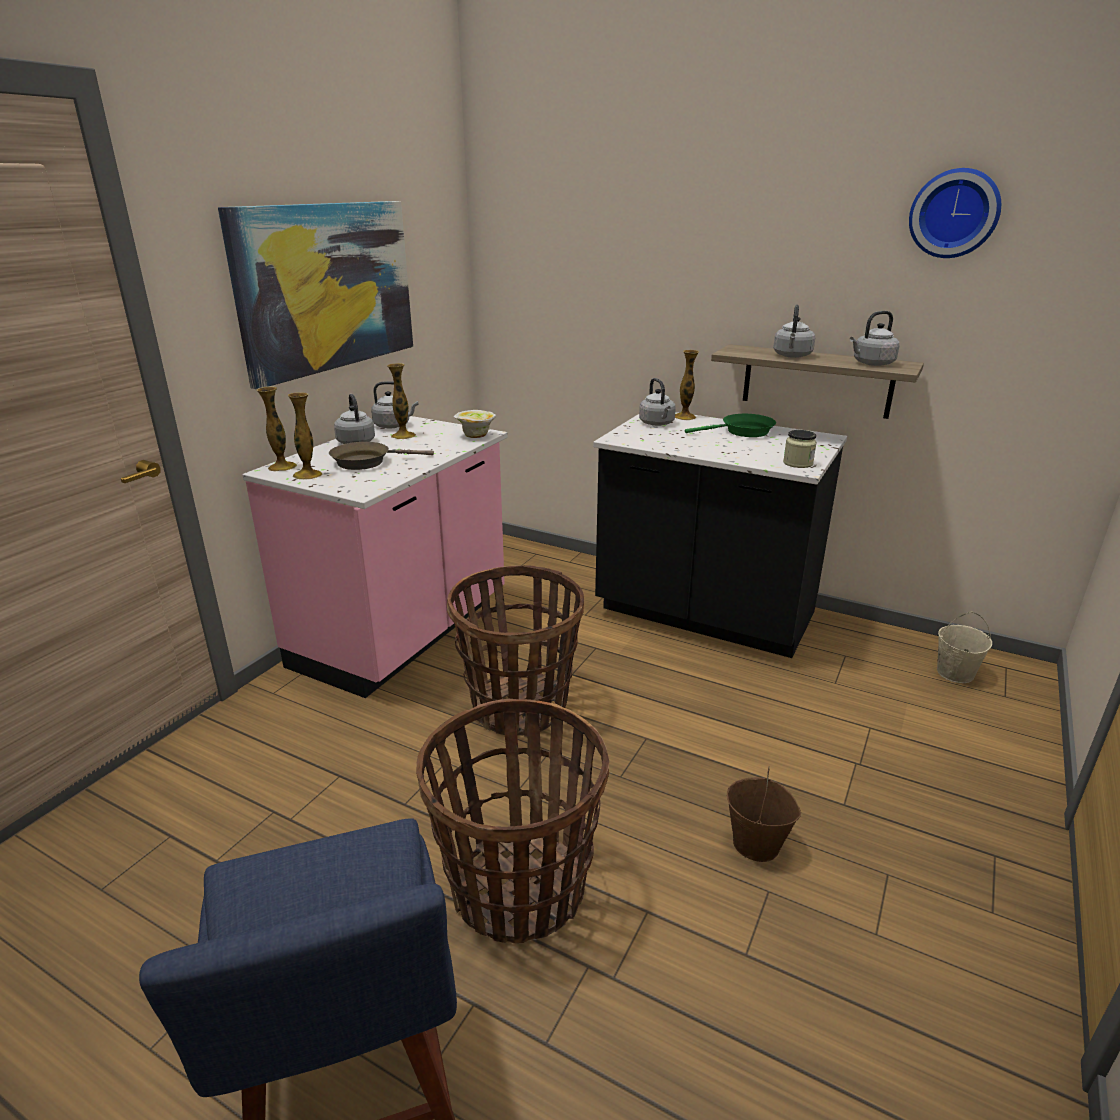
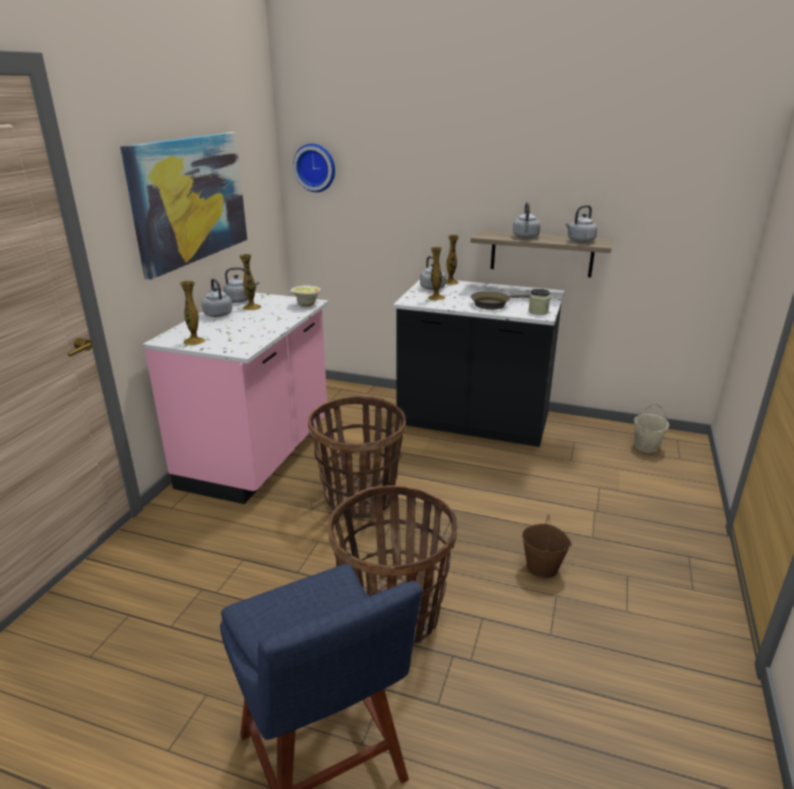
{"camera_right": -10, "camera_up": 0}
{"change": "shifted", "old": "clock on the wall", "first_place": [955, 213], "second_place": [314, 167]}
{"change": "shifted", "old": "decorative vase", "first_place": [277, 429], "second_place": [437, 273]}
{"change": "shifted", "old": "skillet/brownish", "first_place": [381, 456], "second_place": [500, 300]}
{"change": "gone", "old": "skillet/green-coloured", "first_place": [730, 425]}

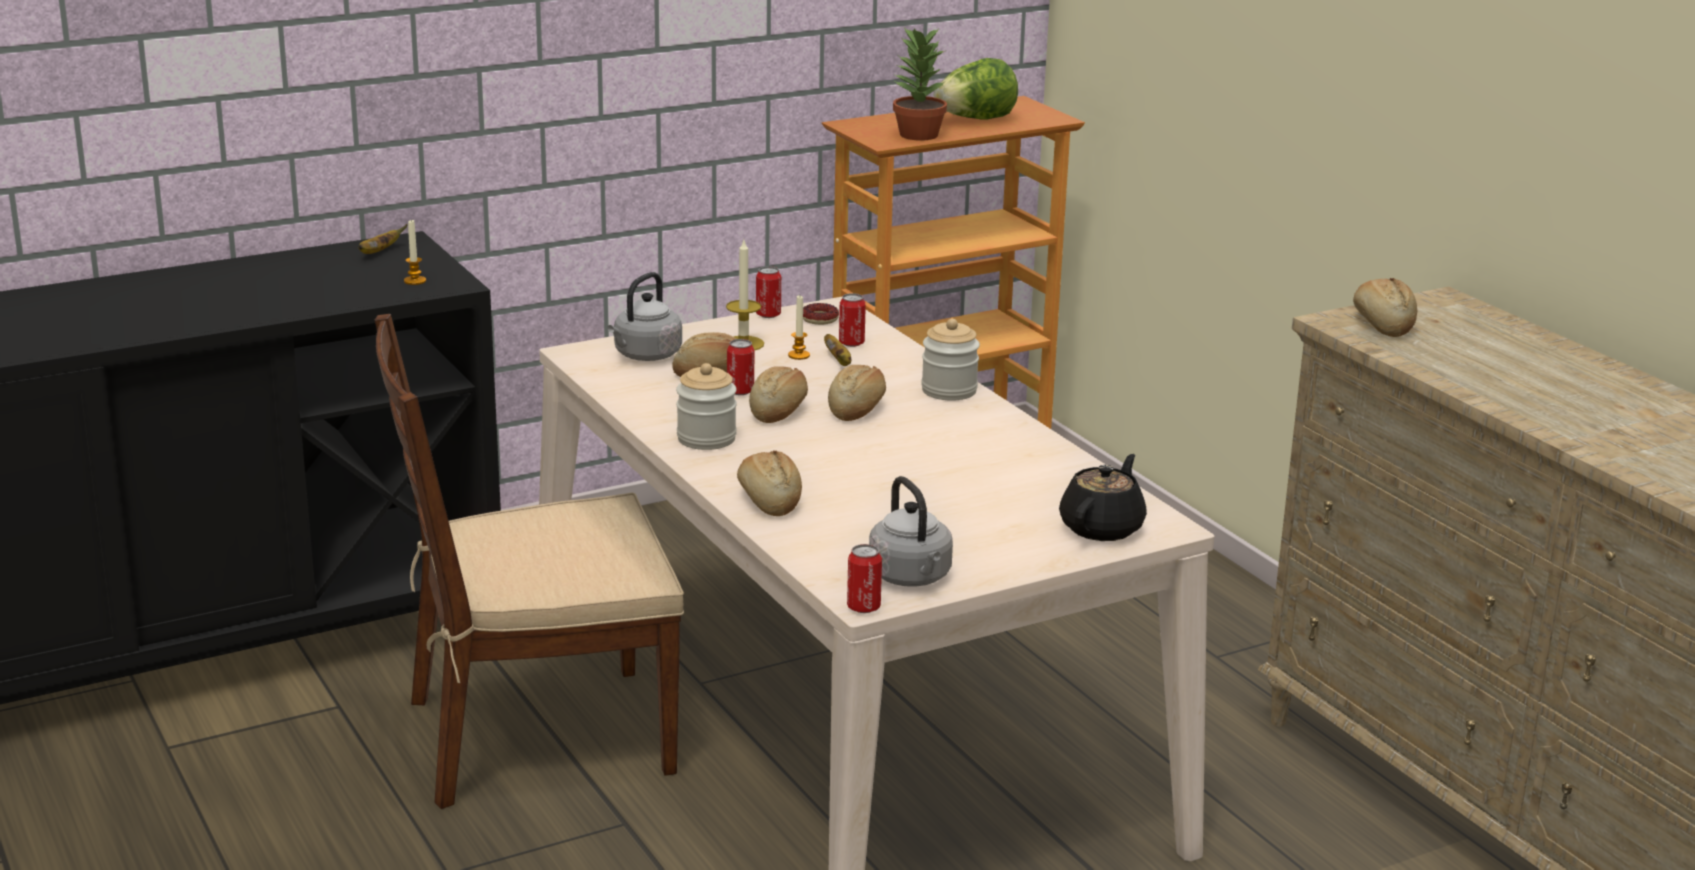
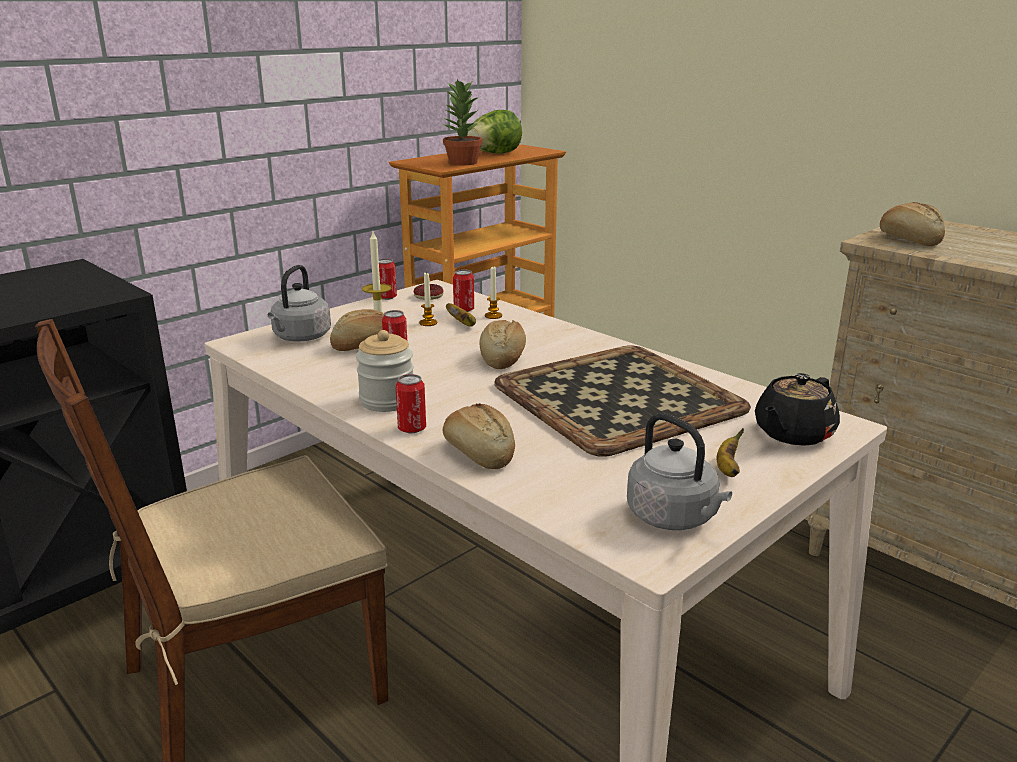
{"camera_right": -15, "camera_up": 0}
{"change": "shifted", "old": "metal can", "first_place": [864, 578], "second_place": [411, 403]}
{"change": "shifted", "old": "wax candle", "first_place": [415, 252], "second_place": [493, 293]}
{"change": "new", "new": "tray", "second_place": [622, 401]}
{"change": "shifted", "old": "banana fruit", "first_place": [383, 239], "second_place": [730, 452]}
{"change": "rotated", "old": "pot for tea/black-coloured", "first_place": [1103, 497], "second_place": [797, 409], "degrees": -150}
{"change": "gone", "old": "bakery bread", "first_place": [778, 394]}
{"change": "gone", "old": "storage jar", "first_place": [950, 359]}

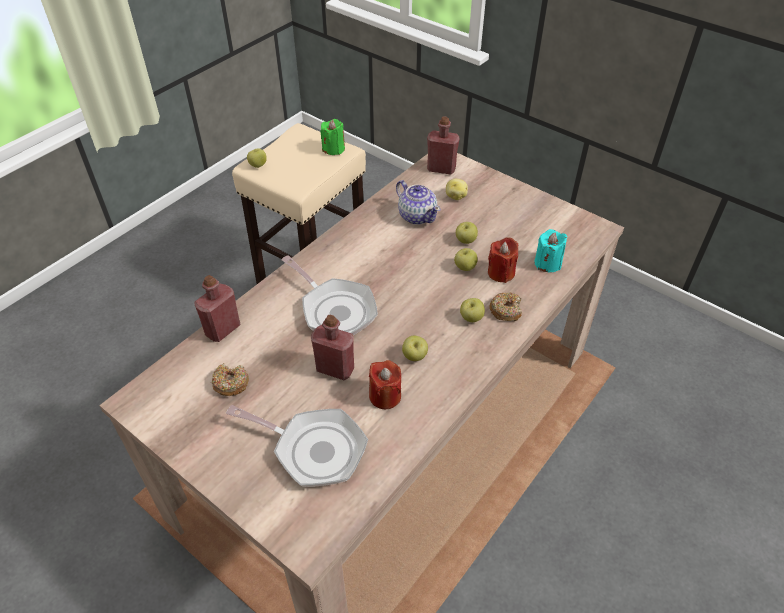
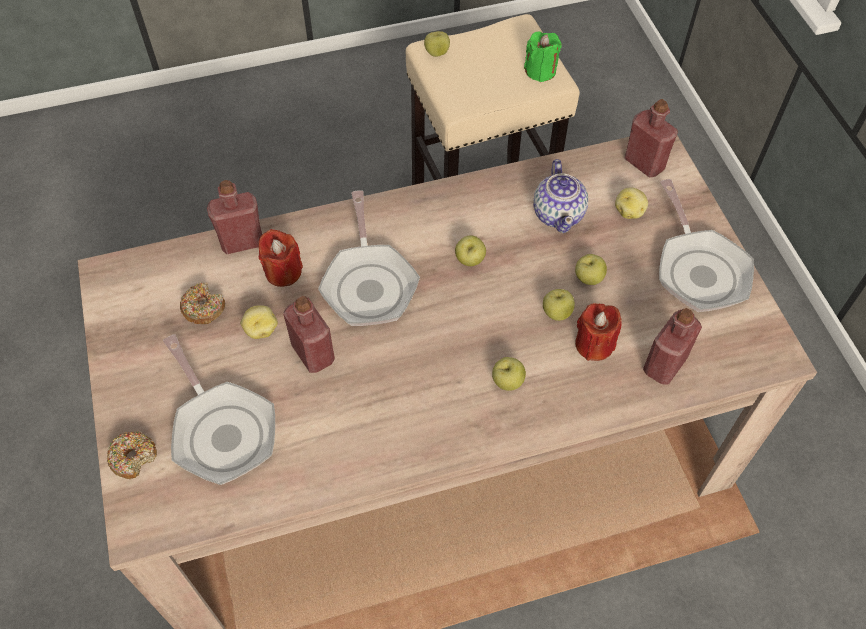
{"camera_right": 35, "camera_up": 10}
{"change": "shifted", "old": "ring doughnut", "first_place": [506, 306], "second_place": [132, 455]}
{"change": "new", "new": "potato", "second_place": [259, 322]}
{"change": "shifted", "old": "wax candle/red-coloured", "first_place": [385, 384], "second_place": [281, 258]}
{"change": "shifted", "old": "whole apple", "first_place": [415, 348], "second_place": [470, 250]}
{"change": "swapped", "old": "wax candle/turquoise", "new": "beverage bottle/red-coloured", "first_place": [550, 251], "second_place": [672, 346]}
{"change": "new", "new": "skillet", "second_place": [706, 245]}

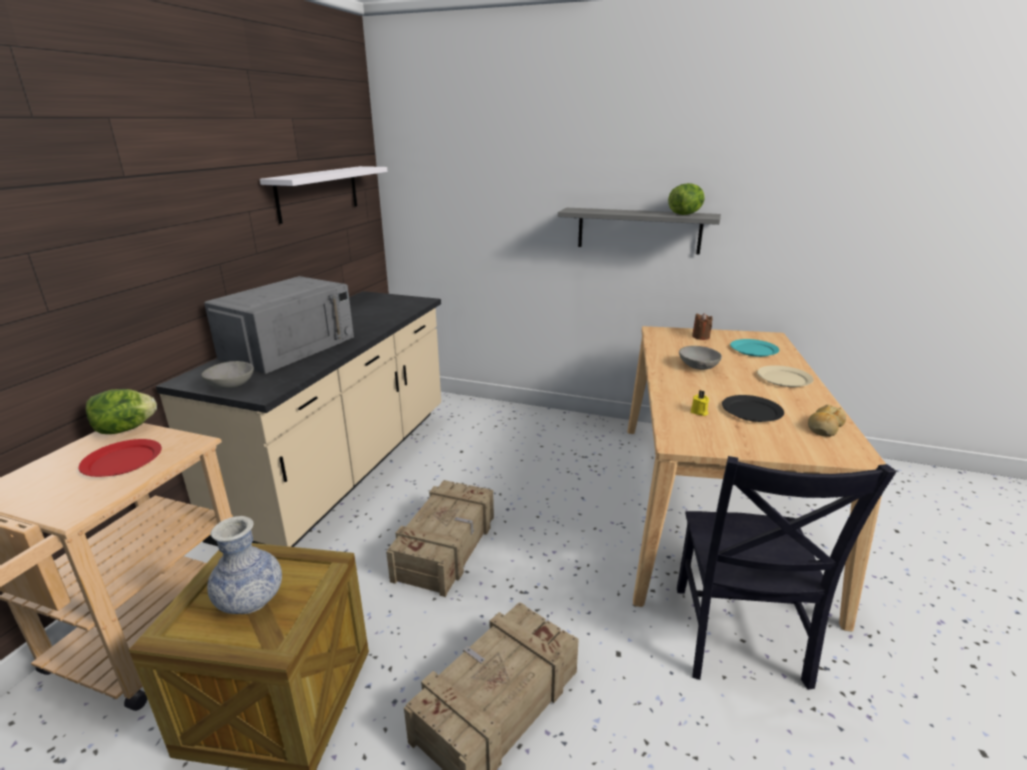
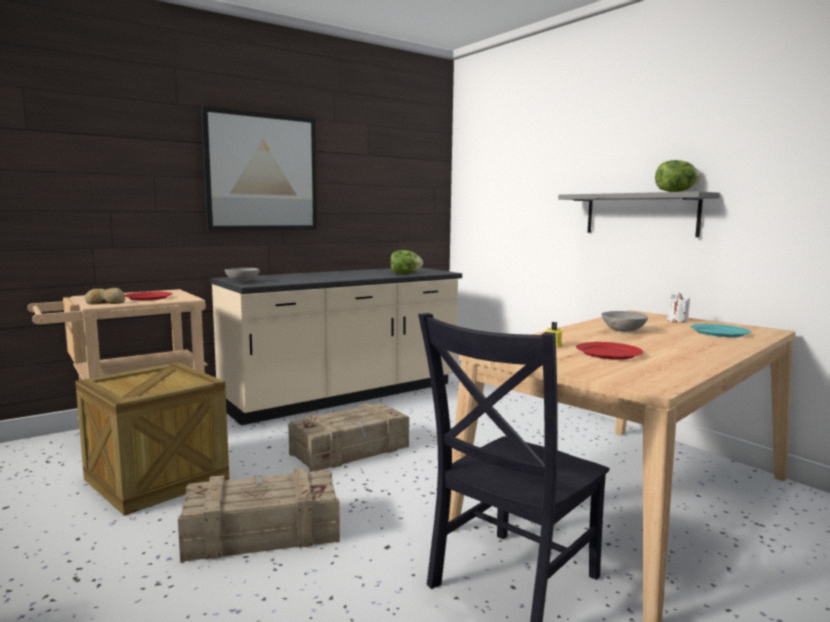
{"camera_right": 35, "camera_up": -15}
{"change": "shifted", "old": "bakery bread", "first_place": [827, 421], "second_place": [104, 296]}
{"change": "new", "new": "wall picture", "second_place": [259, 168]}
{"change": "shifted", "old": "lettuce head", "first_place": [121, 411], "second_place": [406, 262]}
{"change": "repainted", "old": "plate/black-coloured", "new": "plate/red-coloured", "first_place": [753, 408], "second_place": [609, 351]}
{"change": "repainted", "old": "wax candle/brownish", "new": "wax candle/white-coloured", "first_place": [702, 326], "second_place": [678, 308]}
{"change": "gone", "old": "microwave oven/grey", "first_place": [279, 325]}
{"change": "gone", "old": "decorative vase", "first_place": [244, 565]}
{"change": "gone", "old": "bracket shelf/white-coloured", "first_place": [323, 195]}
{"change": "gone", "old": "plate/sand-coloured", "first_place": [785, 376]}

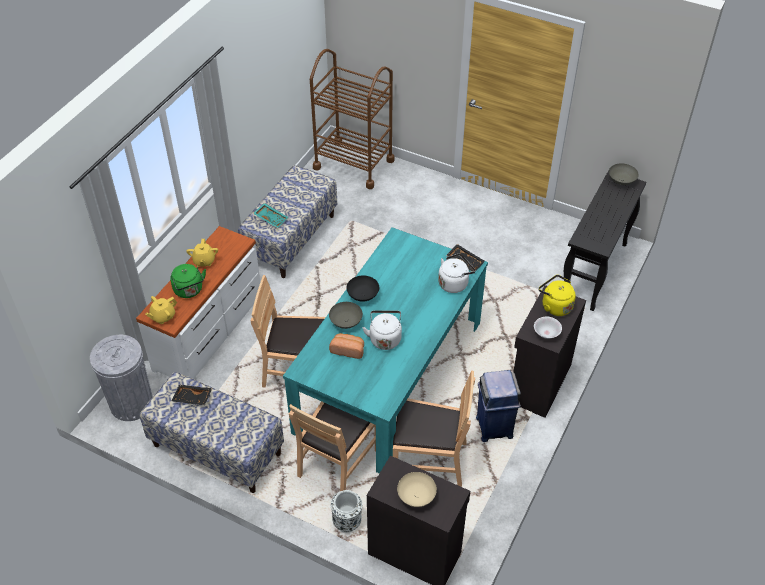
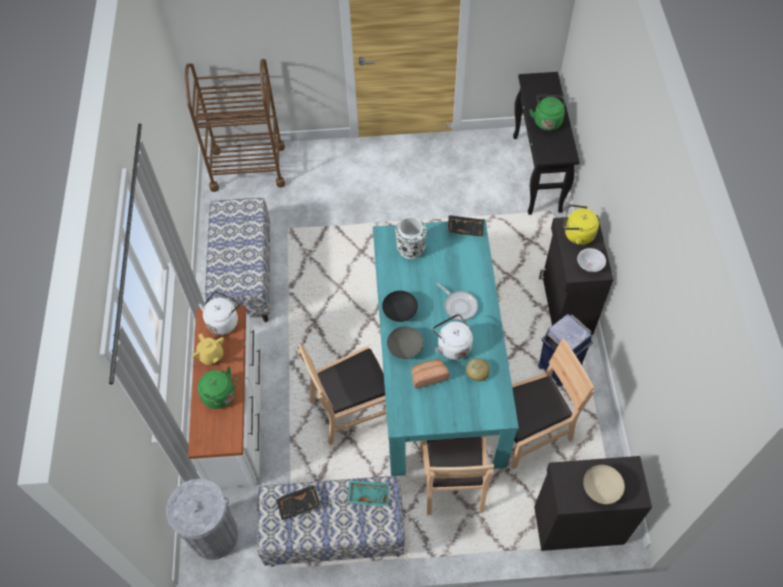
{"camera_right": -30, "camera_up": 10}
{"change": "shifted", "old": "tea kettle/white-coloured", "first_place": [457, 273], "second_place": [219, 313]}
{"change": "shifted", "old": "tray/turquoise", "first_place": [271, 215], "second_place": [368, 493]}
{"change": "shifted", "old": "decorative vase/white-coloured", "first_place": [346, 511], "second_place": [411, 237]}
{"change": "new", "new": "skillet", "second_place": [457, 301]}
{"change": "new", "new": "bakery bread", "second_place": [478, 369]}
{"change": "new", "new": "tea kettle/green-coloured", "second_place": [547, 113]}
{"change": "gone", "old": "pot for tea/yellow-coloured", "first_place": [161, 310]}
{"change": "gone", "old": "serving bowl/grey", "first_place": [624, 174]}

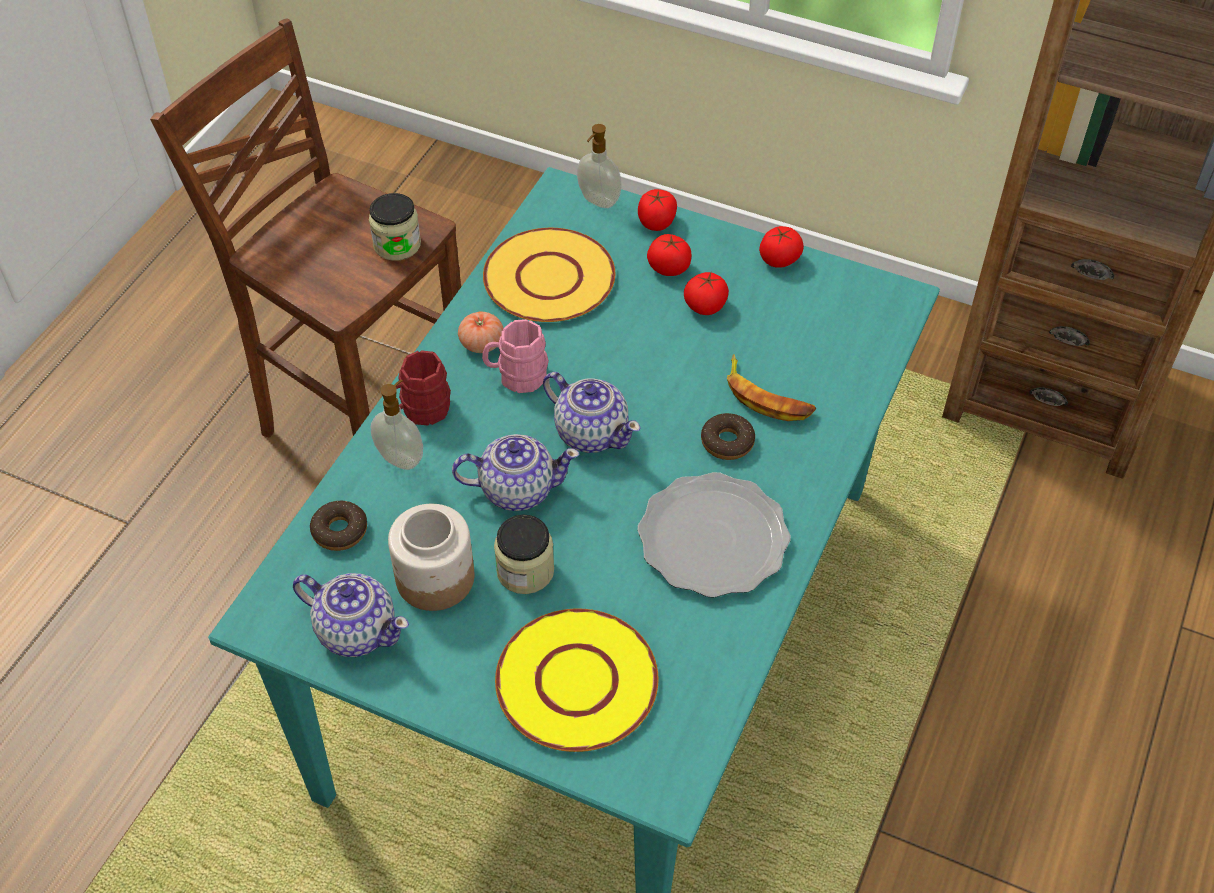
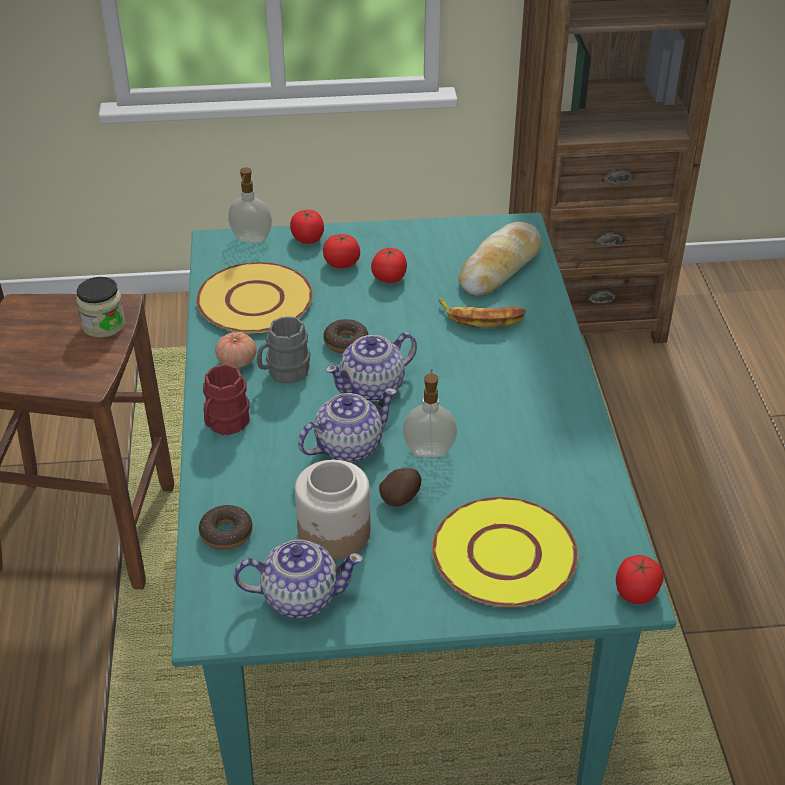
{"camera_right": -30, "camera_up": -10}
{"change": "repainted", "old": "mug/pinkish", "new": "mug/grey", "first_place": [515, 356], "second_place": [284, 350]}
{"change": "shifted", "old": "ring doughnut", "first_place": [728, 436], "second_place": [345, 336]}
{"change": "rotated", "old": "pot for tea", "first_place": [592, 412], "second_place": [371, 366], "degrees": 135}
{"change": "swapped", "old": "storage jar", "new": "potato", "first_place": [524, 554], "second_place": [400, 487]}
{"change": "shifted", "old": "soap dispenser", "first_place": [397, 424], "second_place": [430, 413]}
{"change": "new", "new": "bakery bread", "second_place": [499, 259]}
{"change": "shifted", "old": "tomato", "first_place": [781, 247], "second_place": [640, 579]}
{"change": "gone", "old": "plate", "first_place": [714, 535]}

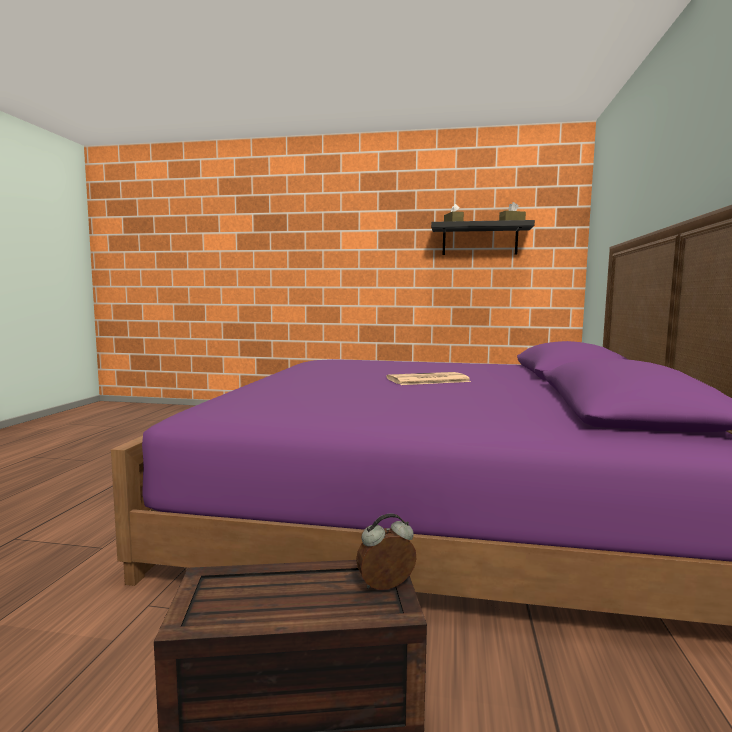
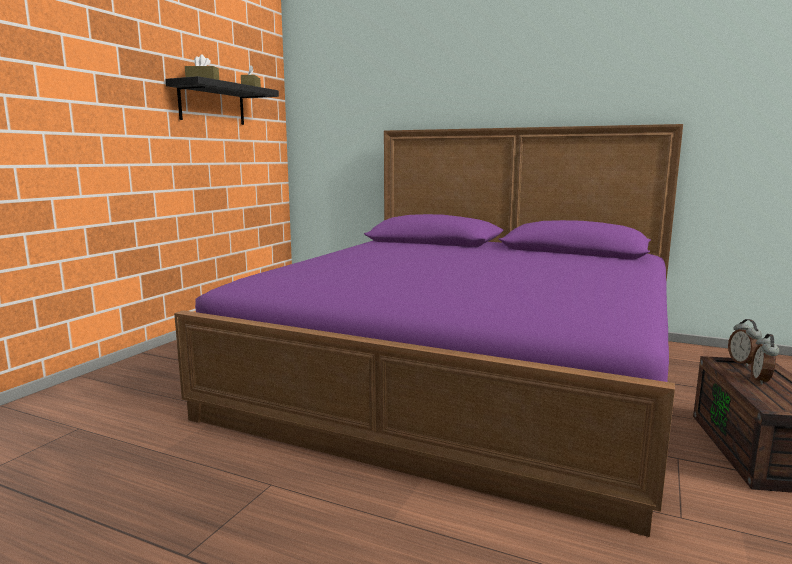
{"camera_right": -75, "camera_up": 5}
{"change": "new", "new": "alarm clock", "second_place": [765, 359]}
{"change": "gone", "old": "printed paper", "first_place": [428, 378]}

